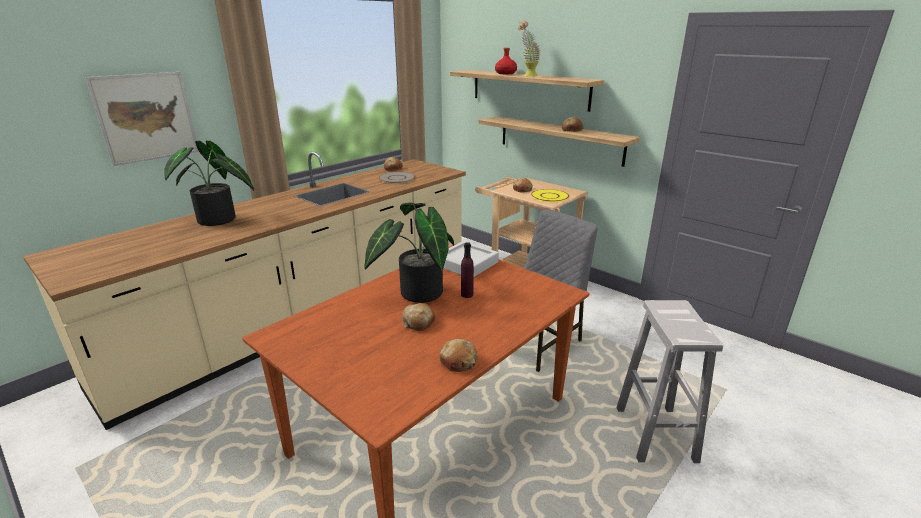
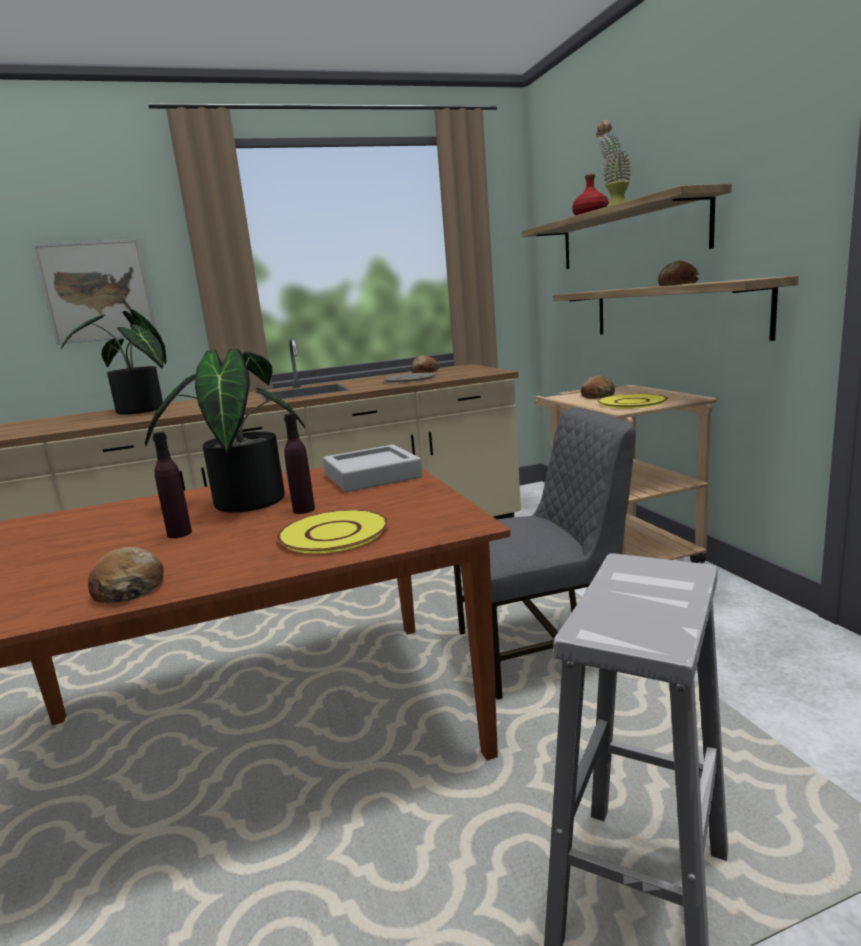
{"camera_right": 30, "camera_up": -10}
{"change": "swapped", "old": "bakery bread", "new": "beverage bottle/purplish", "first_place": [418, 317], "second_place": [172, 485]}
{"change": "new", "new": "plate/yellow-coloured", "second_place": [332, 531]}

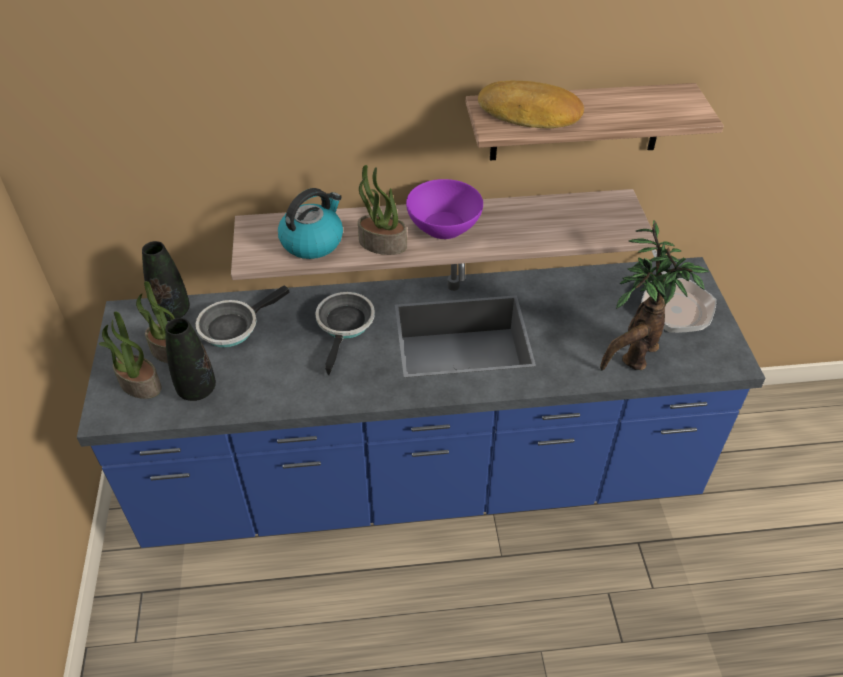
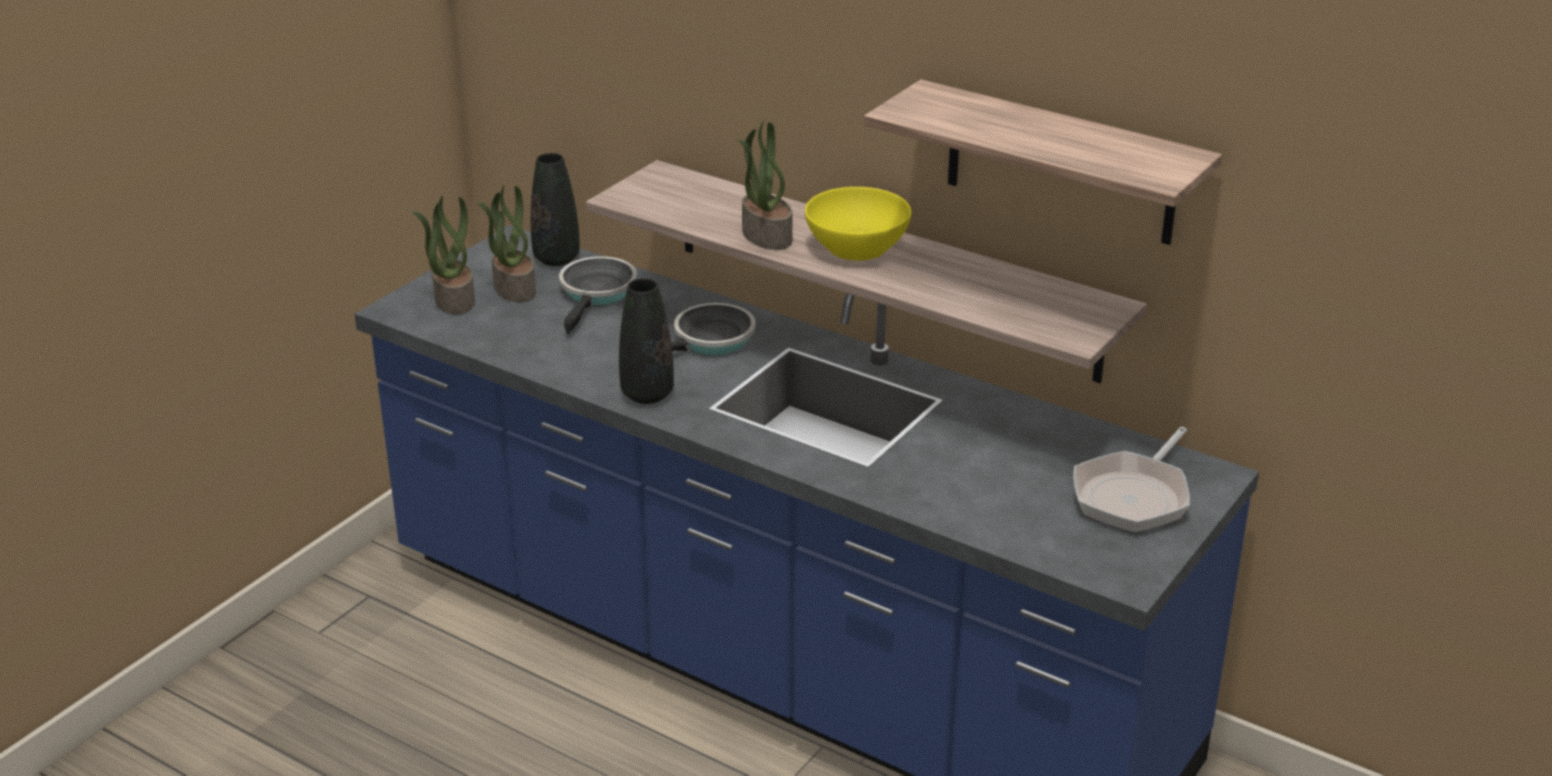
{"camera_right": 40, "camera_up": -15}
{"change": "rotated", "old": "skillet", "first_place": [243, 316], "second_place": [598, 295], "degrees": 105}
{"change": "shifted", "old": "decorative vase/black-coloured", "first_place": [190, 359], "second_place": [646, 341]}
{"change": "repainted", "old": "serving bowl/purplish", "new": "serving bowl/yellow-coloured", "first_place": [444, 209], "second_place": [858, 224]}
{"change": "gone", "old": "tea kettle", "first_place": [310, 223]}
{"change": "gone", "old": "bakery bread", "first_place": [531, 104]}
{"change": "gone", "old": "plant in a pot", "first_place": [654, 295]}

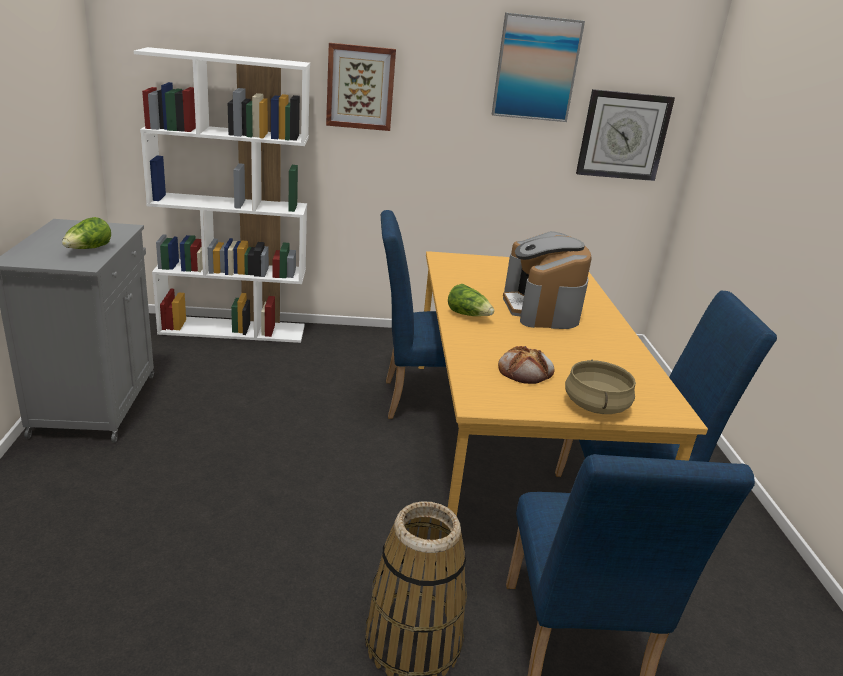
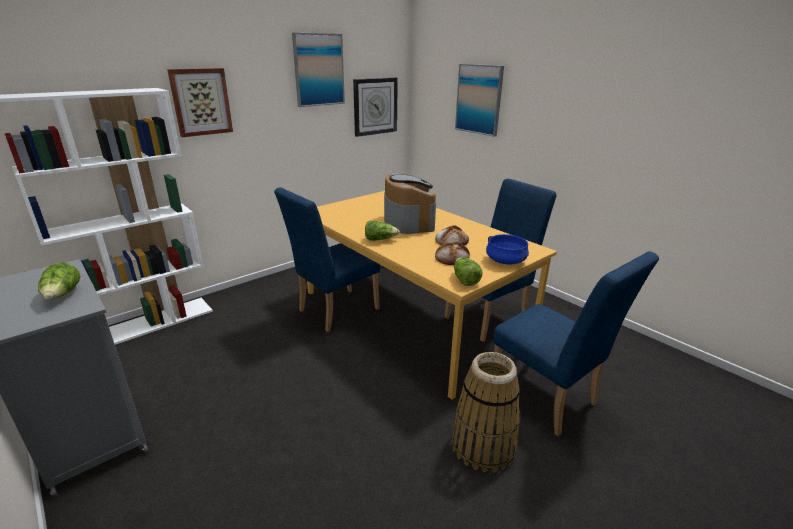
{"camera_right": -35, "camera_up": 0}
{"change": "rotated", "old": "coffee maker", "first_place": [547, 280], "second_place": [410, 203], "degrees": -150}
{"change": "new", "new": "bakery bread", "second_place": [452, 235]}
{"change": "new", "new": "lettuce head", "second_place": [468, 272]}
{"change": "new", "new": "wall picture", "second_place": [479, 100]}
{"change": "repainted", "old": "cooking pot/sand-coloured", "new": "cooking pot/blue-coloured", "first_place": [600, 387], "second_place": [507, 249]}

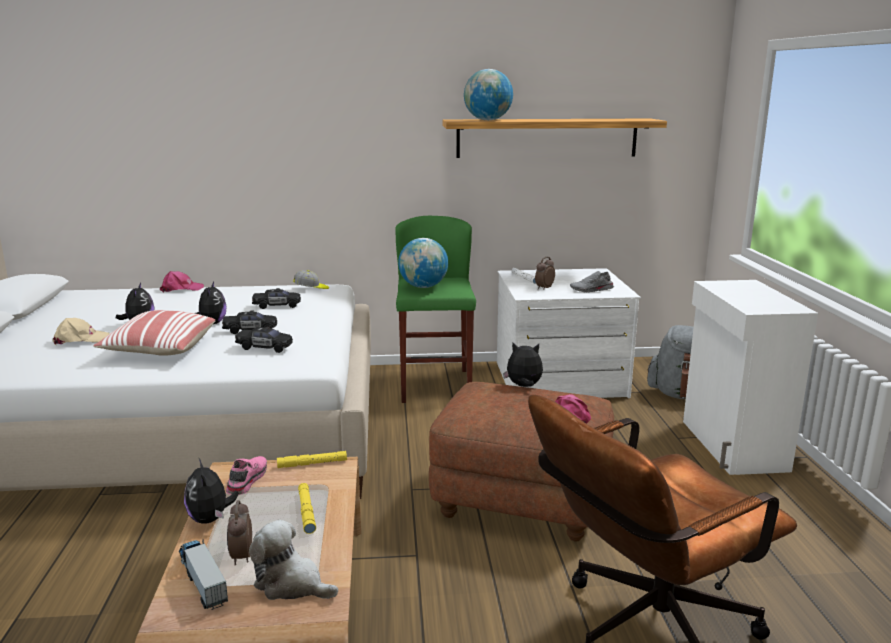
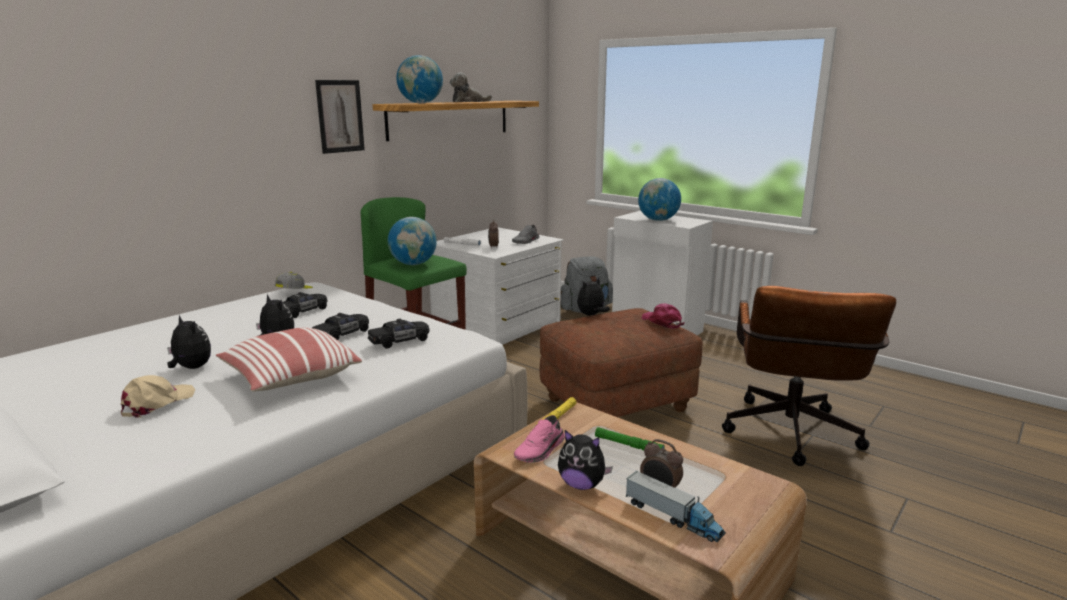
{"camera_right": -45, "camera_up": 0}
{"change": "new", "new": "wall picture", "second_place": [340, 117]}
{"change": "shifted", "old": "plush toy", "first_place": [293, 560], "second_place": [471, 87]}
{"change": "rotated", "old": "shoe/pinkish", "first_place": [246, 475], "second_place": [539, 439], "degrees": -105}
{"change": "repainted", "old": "flashlight/yellow-coloured", "new": "flashlight/green-coloured", "first_place": [307, 508], "second_place": [630, 439]}
{"change": "rotated", "old": "toy truck", "first_place": [203, 575], "second_place": [676, 506], "degrees": -150}
{"change": "new", "new": "desk globe", "second_place": [659, 199]}
{"change": "gone", "old": "baseball cap/pinkish", "first_place": [182, 282]}

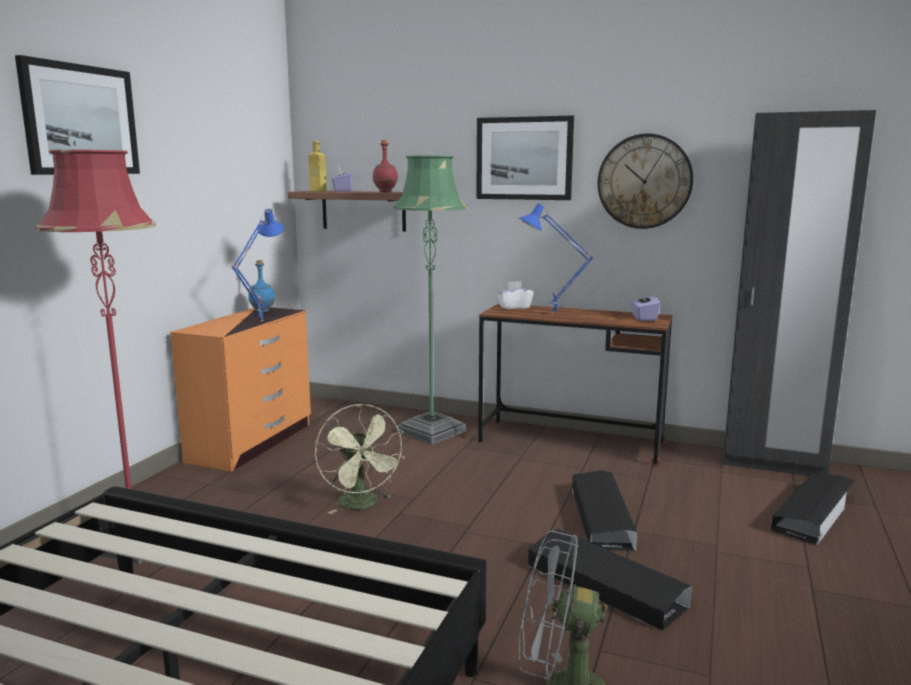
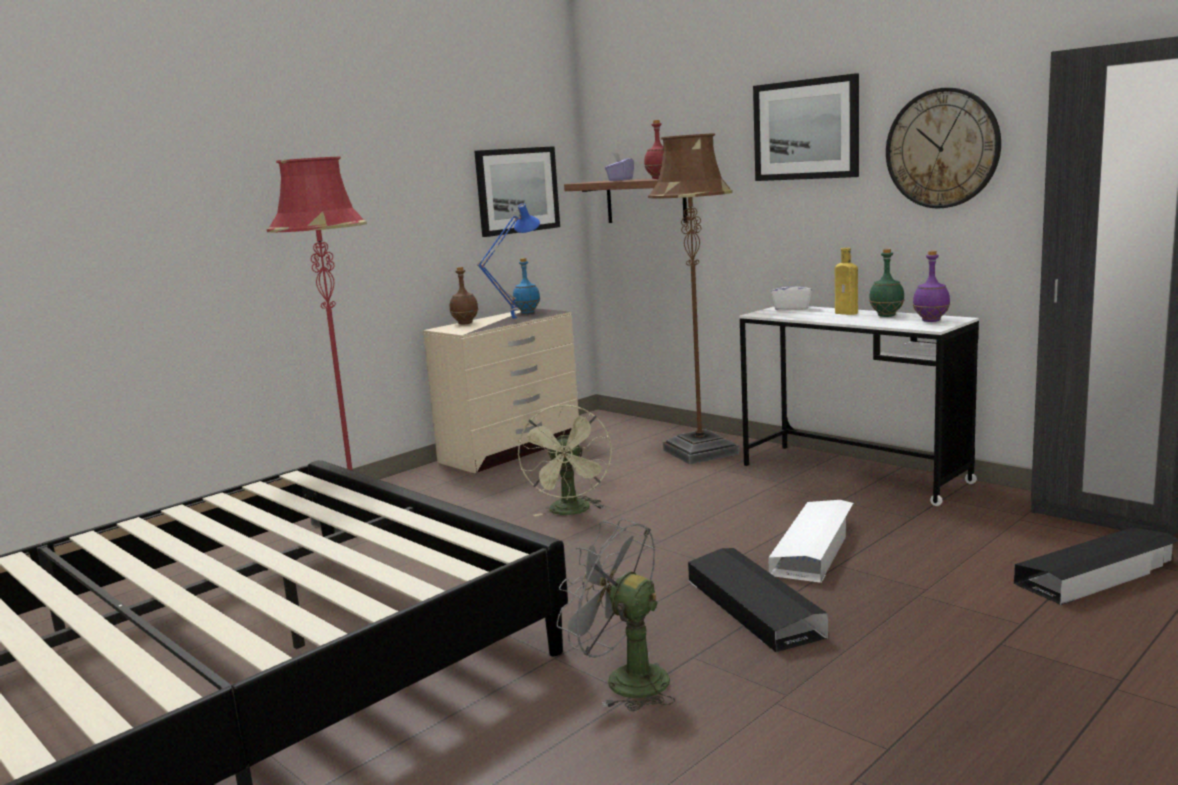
{"camera_right": 25, "camera_up": 0}
{"change": "repainted", "old": "dresser/orange-coloured", "new": "dresser/sand-coloured", "first_place": [240, 389], "second_place": [501, 390]}
{"change": "new", "new": "beverage bottle/brownish", "second_place": [464, 295]}
{"change": "shifted", "old": "wall picture", "first_place": [77, 115], "second_place": [517, 191]}
{"change": "repainted", "old": "standing lamp/green-coloured", "new": "standing lamp/brownish", "first_place": [430, 300], "second_place": [693, 299]}
{"change": "repainted", "old": "desk/brownish", "new": "desk/white-coloured", "first_place": [575, 384], "second_place": [859, 406]}
{"change": "repainted", "old": "storage bin/black-coloured", "new": "storage bin/white-coloured", "first_place": [605, 510], "second_place": [810, 541]}
{"change": "shifted", "old": "beverage bottle/yellow-coloured", "first_place": [317, 166], "second_place": [846, 281]}
{"change": "new", "new": "beverage bottle/green-coloured", "second_place": [887, 283]}
{"change": "swapped", "old": "tissue holder/purplish", "new": "beverage bottle/purplish", "first_place": [645, 306], "second_place": [931, 286]}
{"change": "gone", "old": "lamp for a table/blue-coloured", "first_place": [556, 258]}

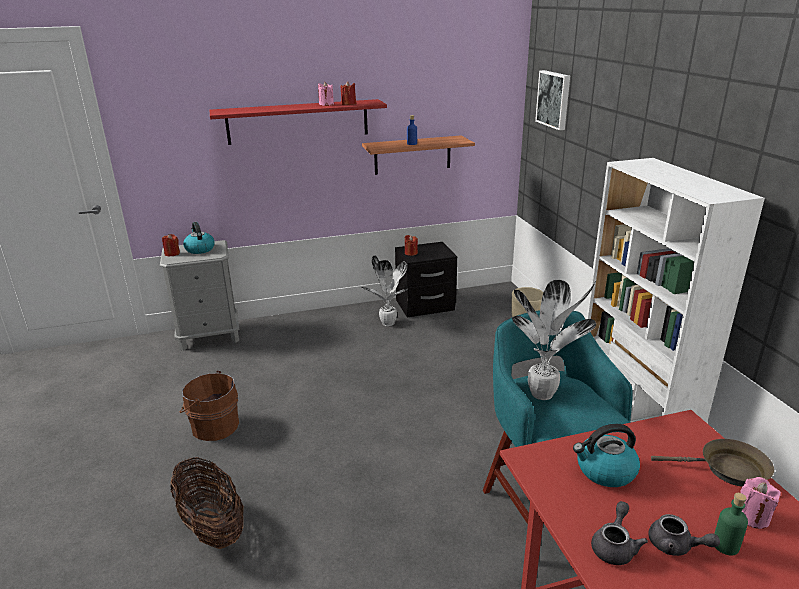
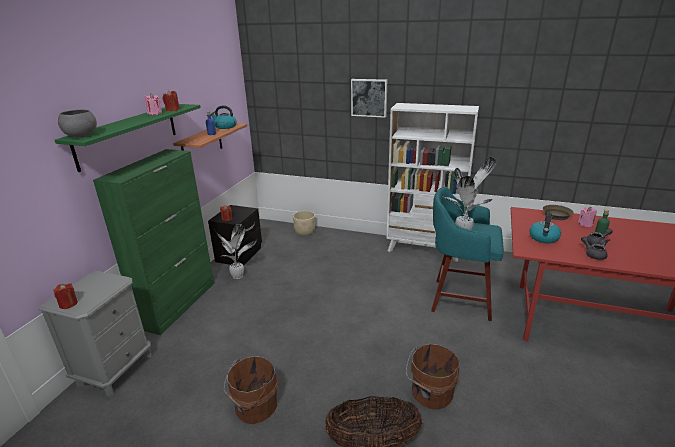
{"camera_right": -55, "camera_up": 0}
{"change": "repainted", "old": "bracket shelf/red-coloured", "new": "bracket shelf/green-coloured", "first_place": [298, 122], "second_place": [128, 138]}
{"change": "new", "new": "serving bowl/grey", "second_place": [77, 123]}
{"change": "new", "new": "cabinet/green-coloured", "second_place": [153, 242]}
{"change": "shifted", "old": "tea kettle", "first_place": [199, 238], "second_place": [223, 117]}
{"change": "shifted", "old": "wall picture", "first_place": [552, 100], "second_place": [369, 98]}
{"change": "new", "new": "pail/brownish", "second_place": [433, 377]}

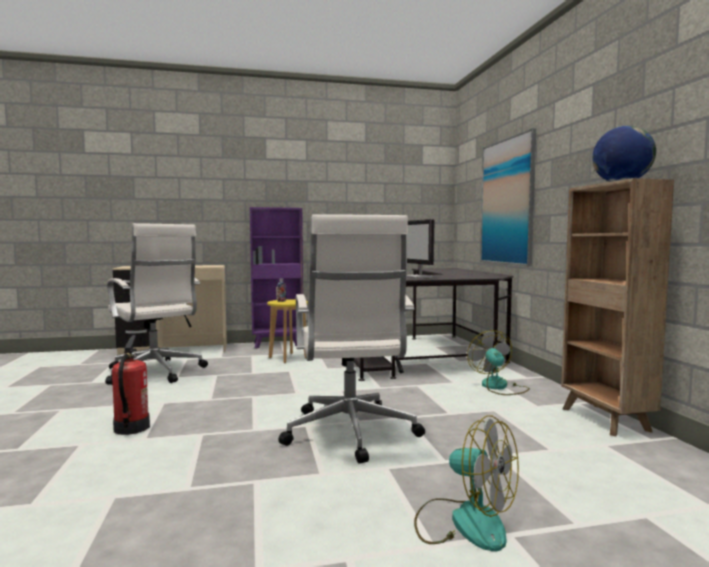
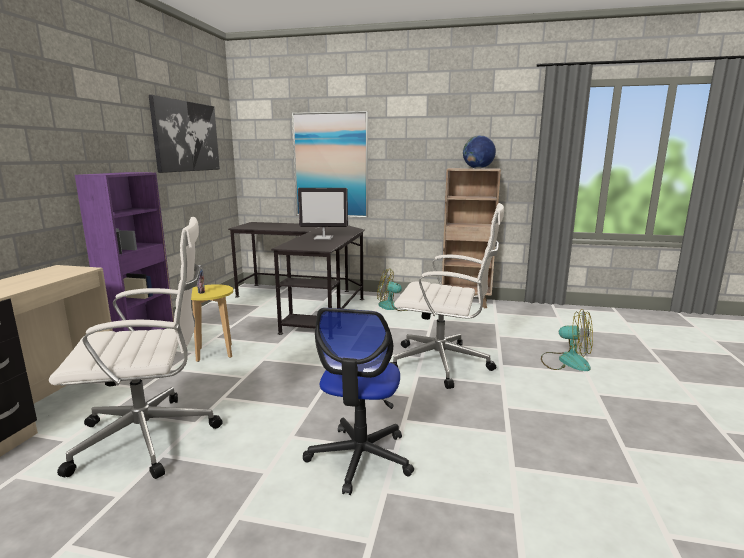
{"camera_right": -65, "camera_up": 10}
{"change": "new", "new": "wall picture", "second_place": [184, 134]}
{"change": "swapped", "old": "extinguisher", "new": "office chair", "first_place": [131, 385], "second_place": [358, 401]}
{"change": "rotated", "old": "cooling fan", "first_place": [466, 483], "second_place": [567, 340], "degrees": 60}

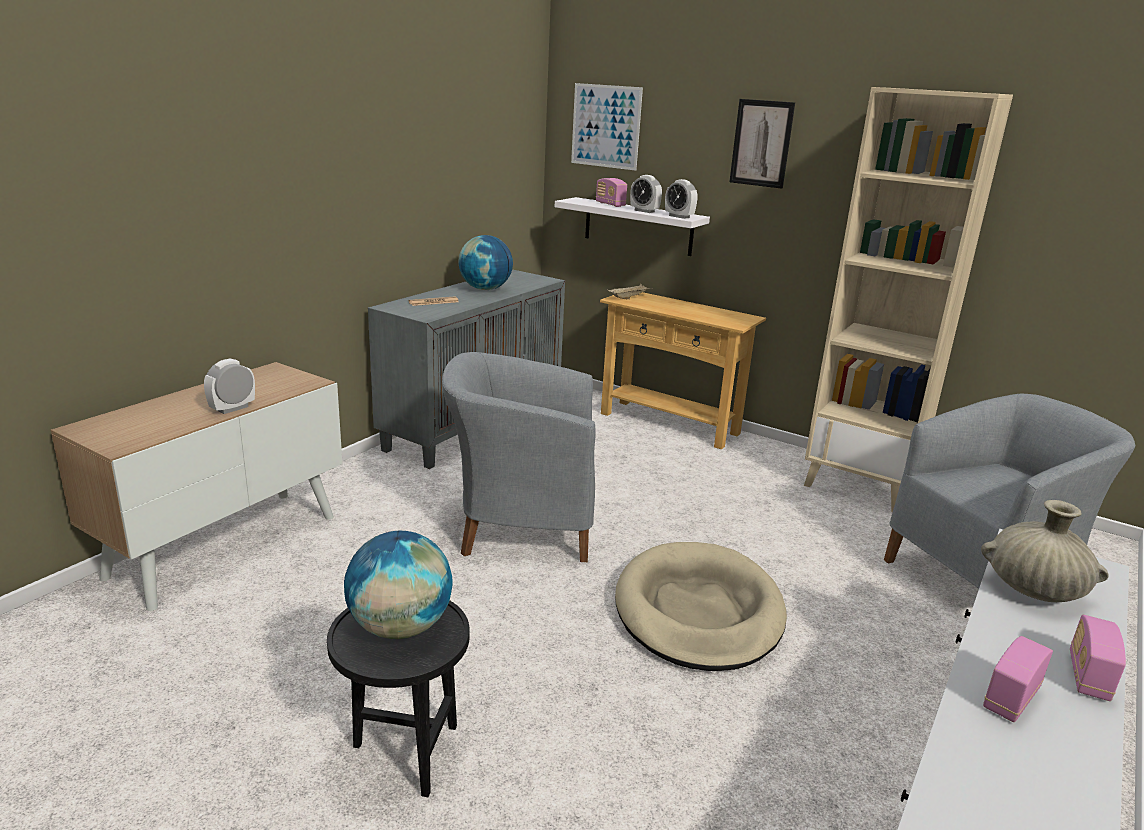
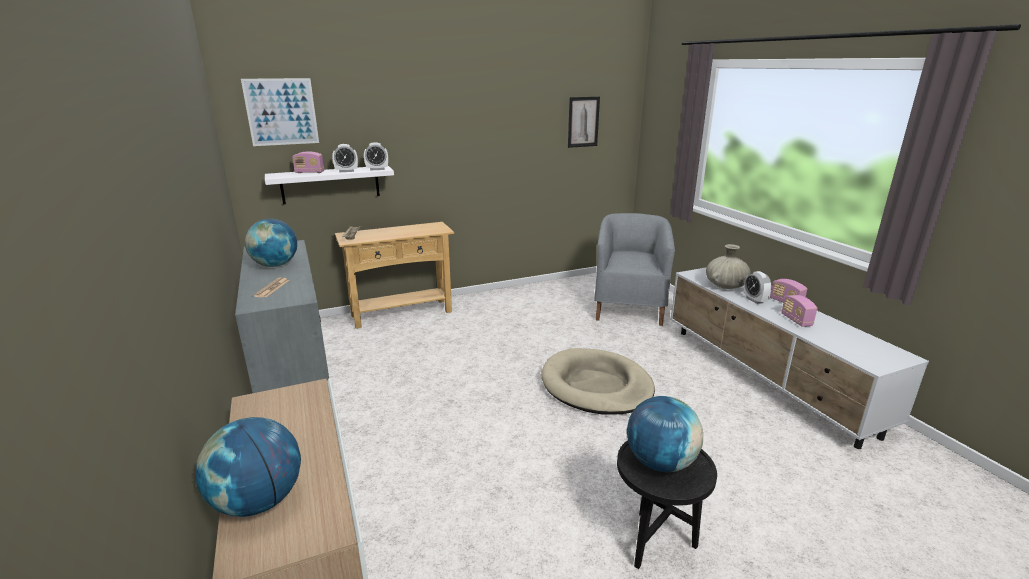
{"camera_right": -55, "camera_up": 0}
{"change": "new", "new": "desk globe", "second_place": [248, 467]}
{"change": "shifted", "old": "wall picture", "first_place": [762, 144], "second_place": [584, 122]}
{"change": "shifted", "old": "alarm clock", "first_place": [229, 386], "second_place": [757, 287]}
{"change": "gone", "old": "easy chair/grey", "first_place": [519, 457]}
{"change": "gone", "old": "bookcase/sand-coloured", "first_place": [908, 299]}

